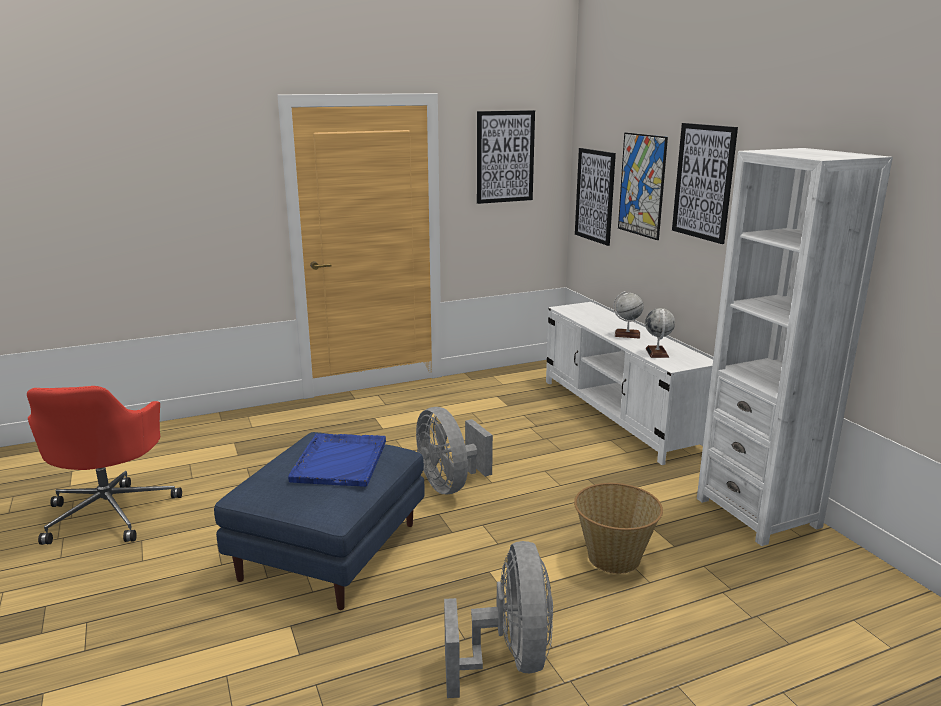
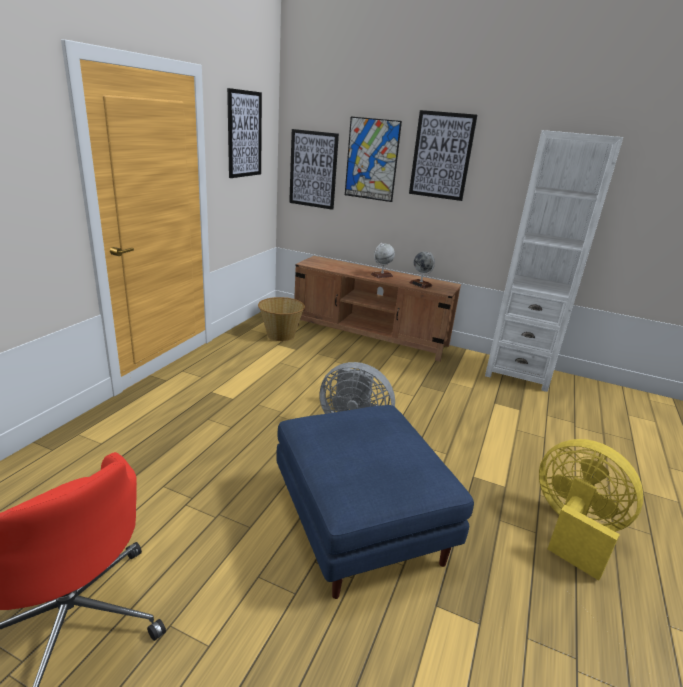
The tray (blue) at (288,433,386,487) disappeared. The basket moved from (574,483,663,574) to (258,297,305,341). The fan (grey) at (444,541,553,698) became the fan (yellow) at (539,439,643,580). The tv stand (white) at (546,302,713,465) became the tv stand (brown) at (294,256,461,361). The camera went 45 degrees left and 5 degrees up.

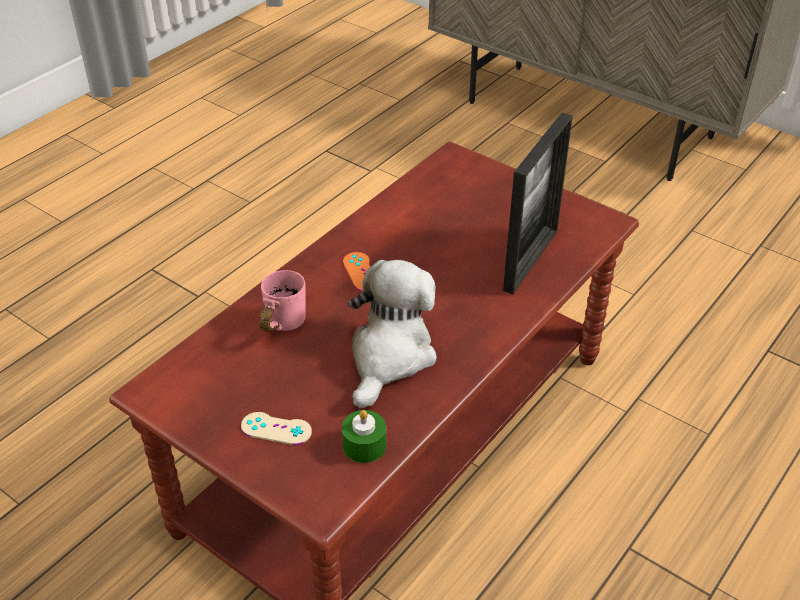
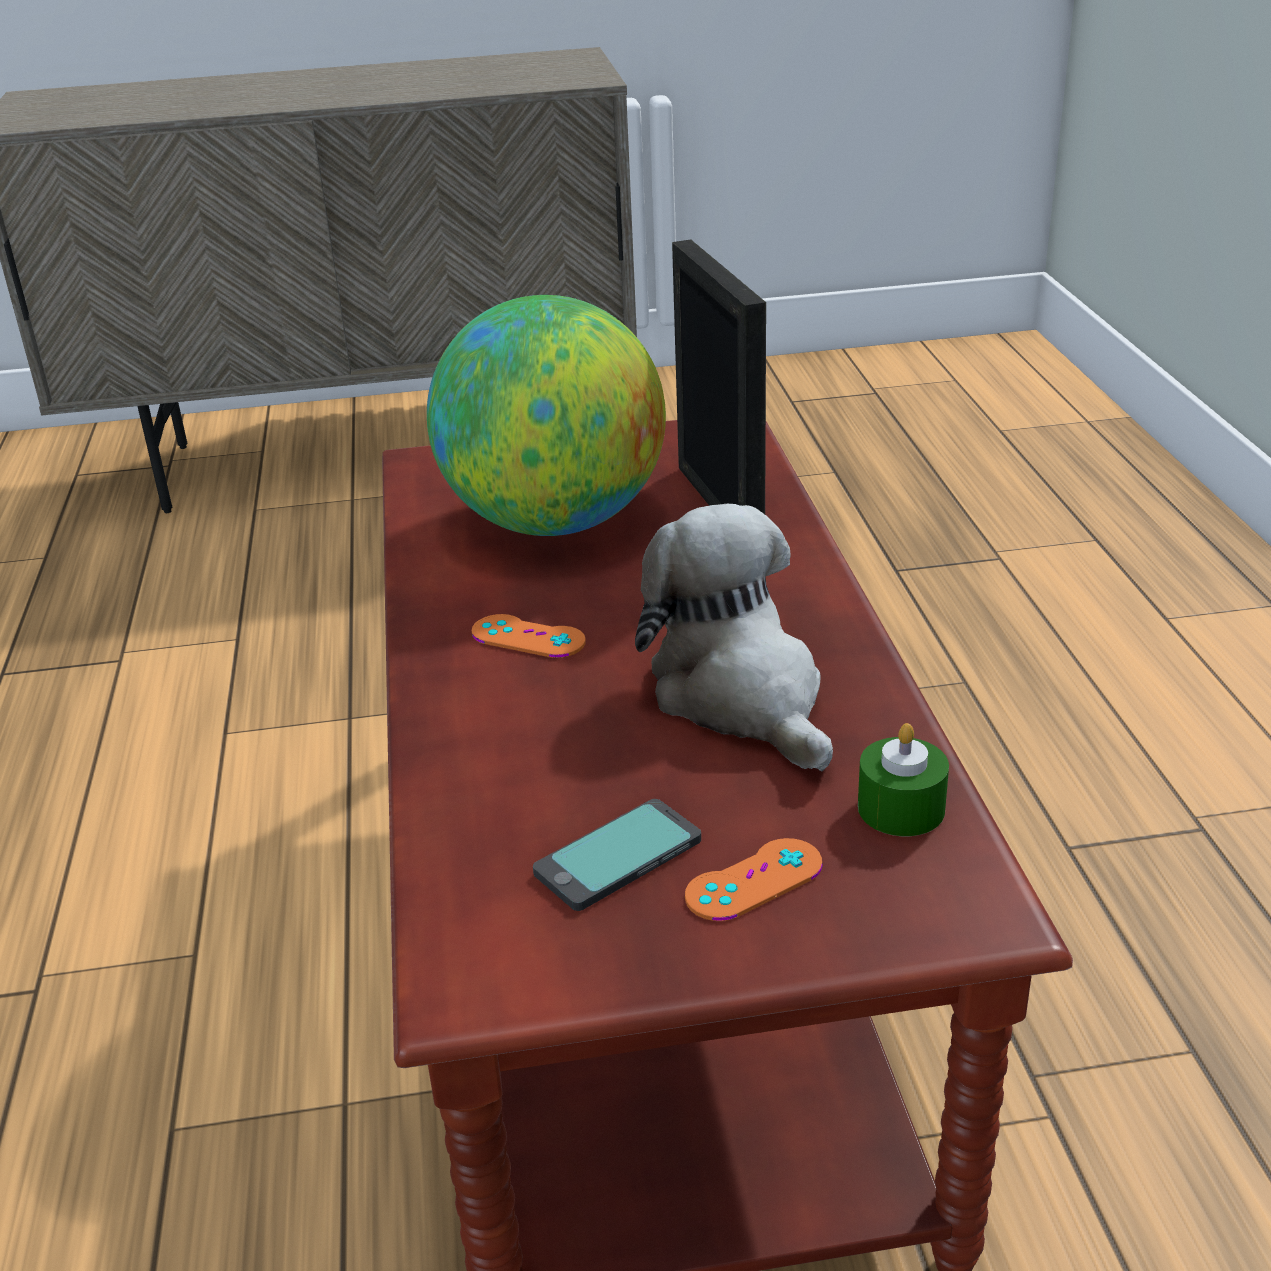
The mug (pink) at (259,270,306,332) disappeared. The globe at (427,295,666,536) appeared. The phone at (533,799,701,911) appeared. The game controller (beige) at (241,412,312,445) became the game controller (orange) at (685,838,823,921). The camera went 45 degrees left and 10 degrees down.

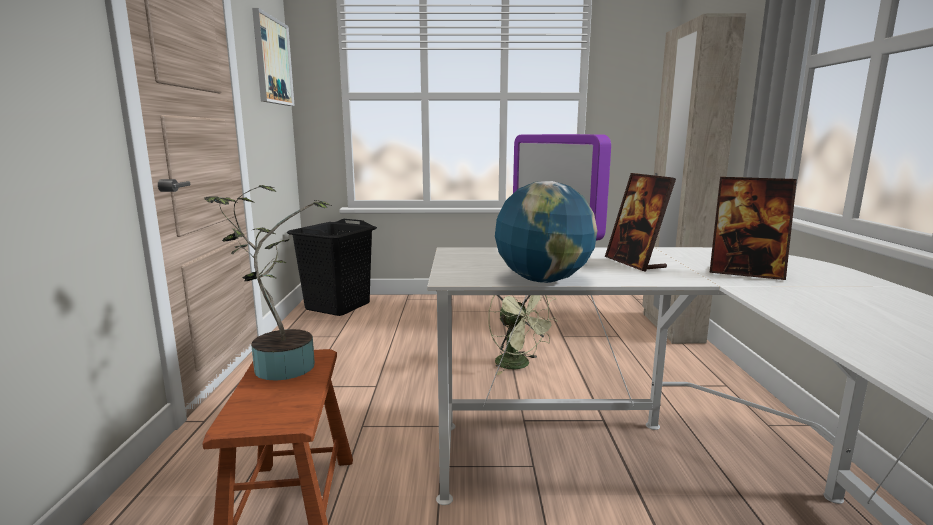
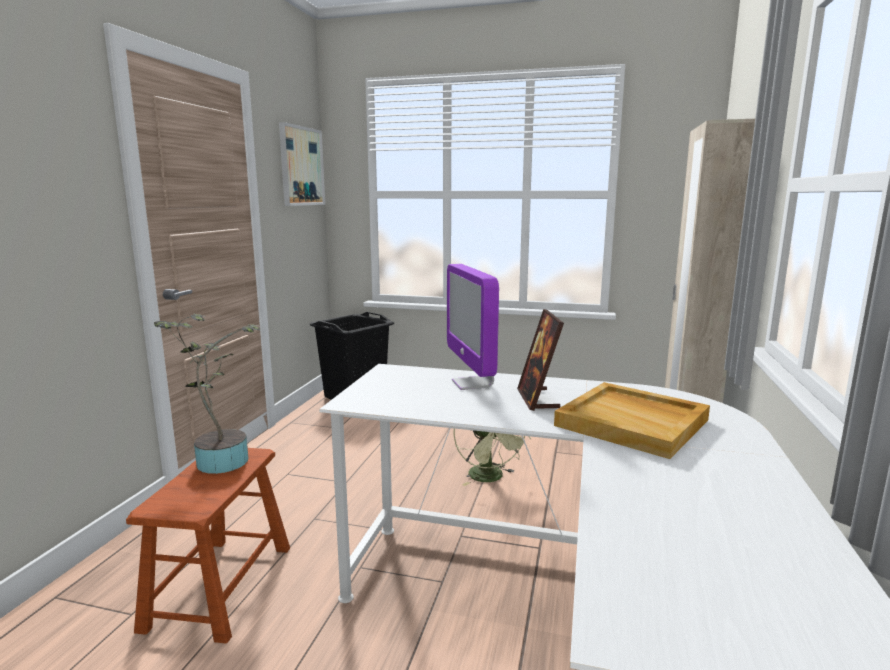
The globe at (495,181,597,283) disappeared. The picture frame at (709,177,797,280) was replaced by the tray (beige) at (554,382,710,459). The camera went 15 degrees right and 0 degrees up.

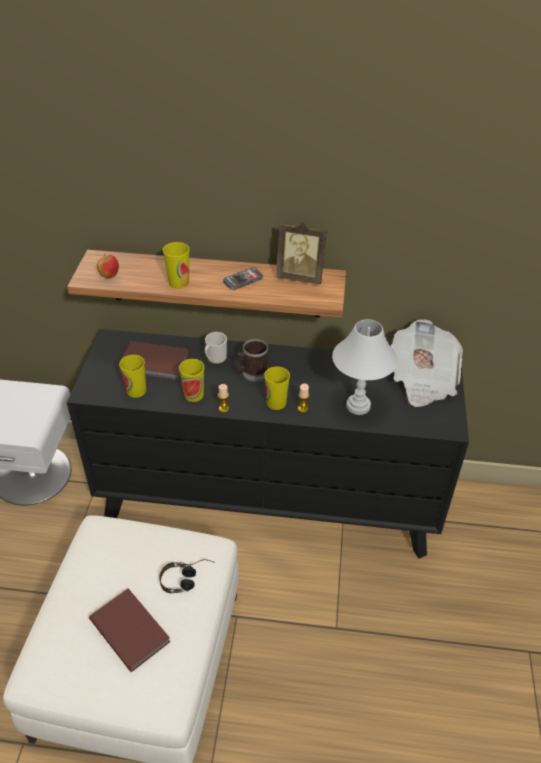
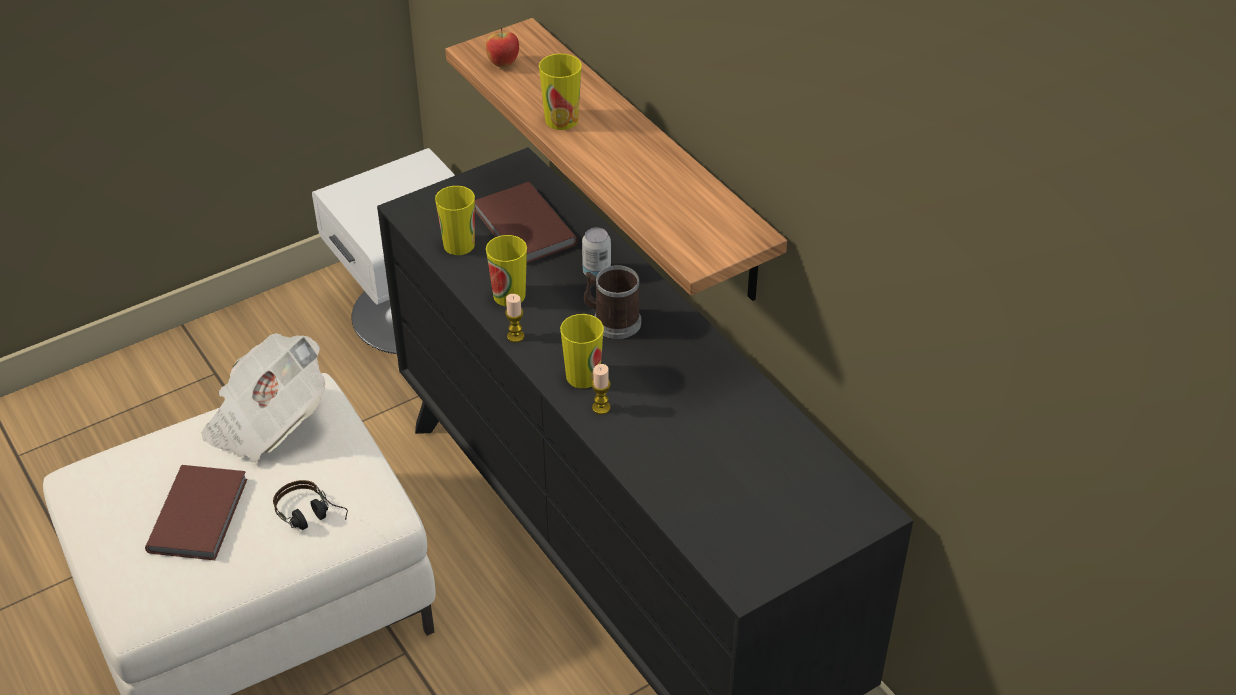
The phone at (223,268,263,290) disappeared. The picture frame at (276,221,327,284) disappeared. The table lamp (white) at (332,319,398,415) disappeared. The newspaper moved from (391,319,463,407) to (202,333,325,463). The mug at (205,332,227,364) was replaced by the can at (582,228,611,276). The camera went 50 degrees right and 0 degrees up.

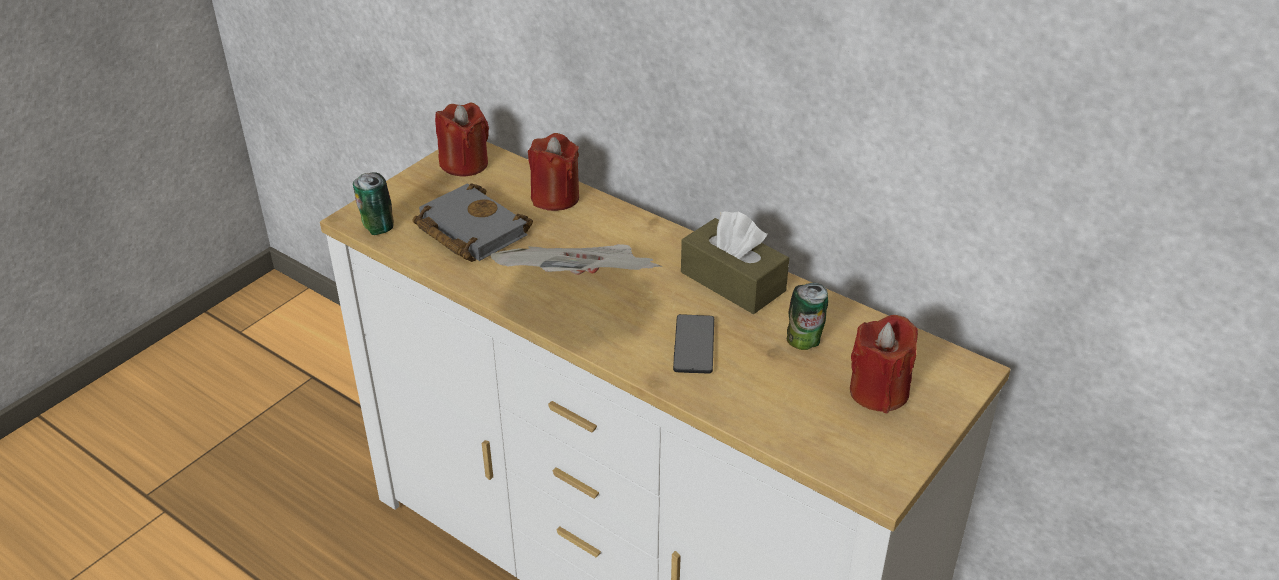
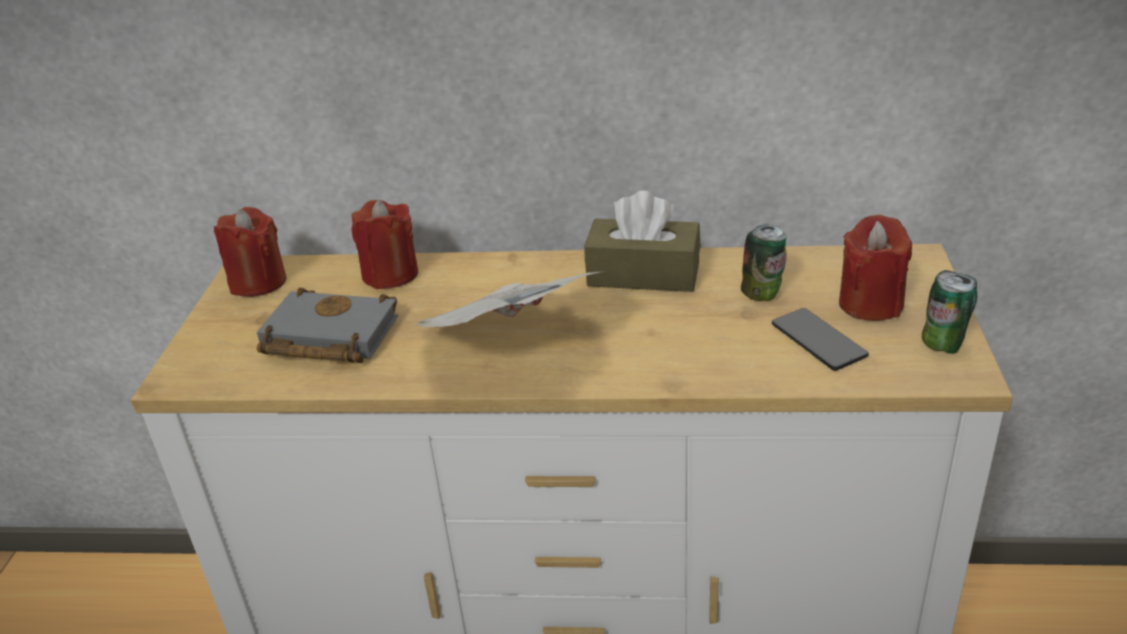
The can moved from (353,172,394,235) to (922,270,977,354). The phone moved from (673,314,714,374) to (772,308,869,371). The camera went 30 degrees left and 5 degrees down.

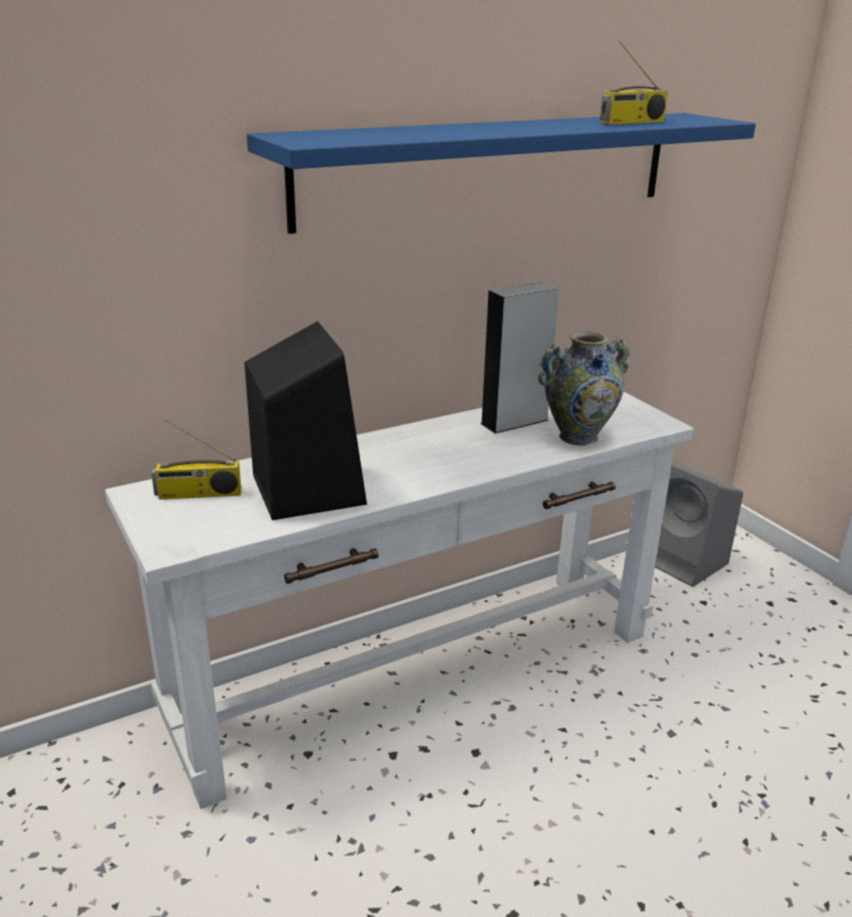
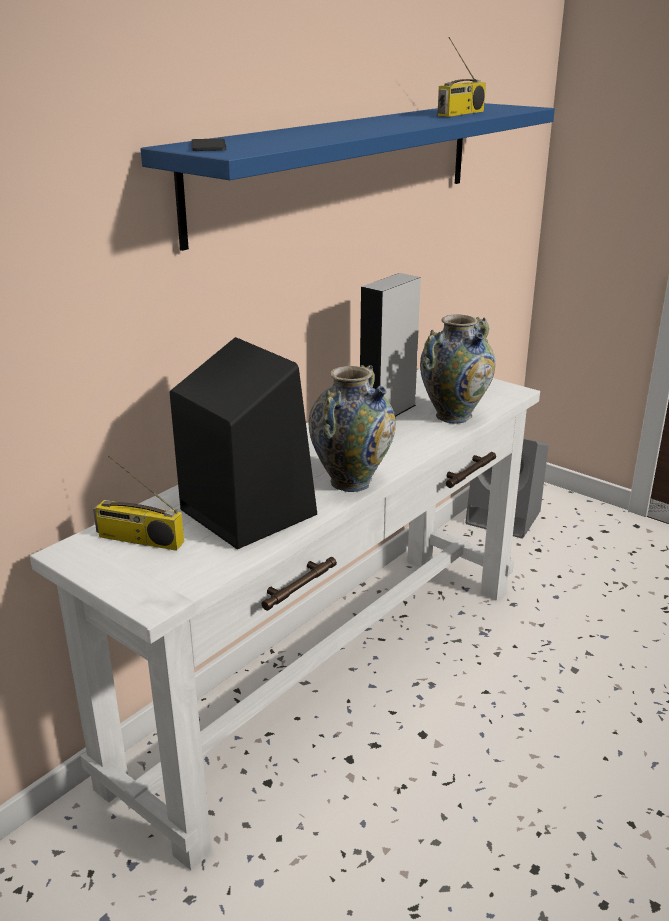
The phone at (191,139,226,151) appeared. The vase at (309,365,396,492) appeared. The radio at (151,419,241,499) turned 45 degrees clockwise. The camera went 20 degrees left and 0 degrees up.

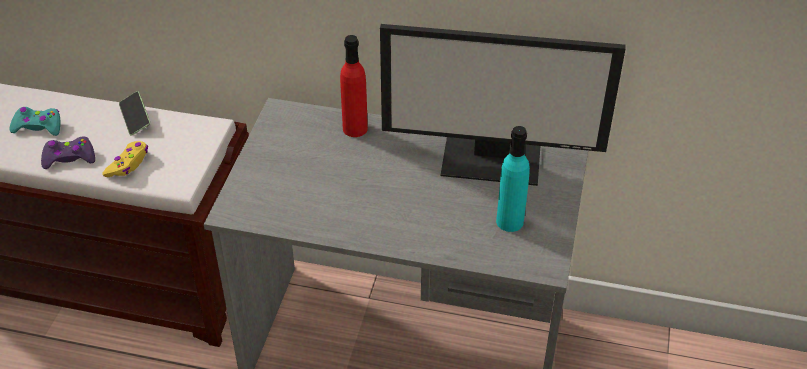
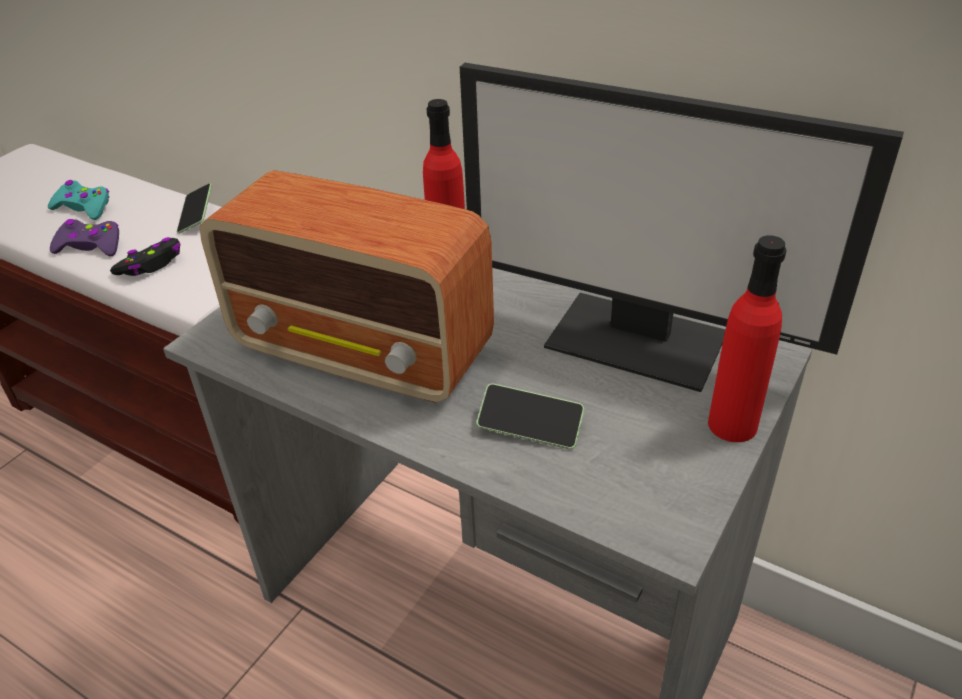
The bottle (turquoise) at (496,126,530,232) disappeared. The radio at (200,170,494,403) appeared. The phone at (477,384,584,449) appeared. The bottle (red) at (708,235,786,442) appeared. The game controller (yellow) at (102,141,148,177) became the game controller (black) at (110,237,181,276). The camera went 20 degrees right and 5 degrees down.

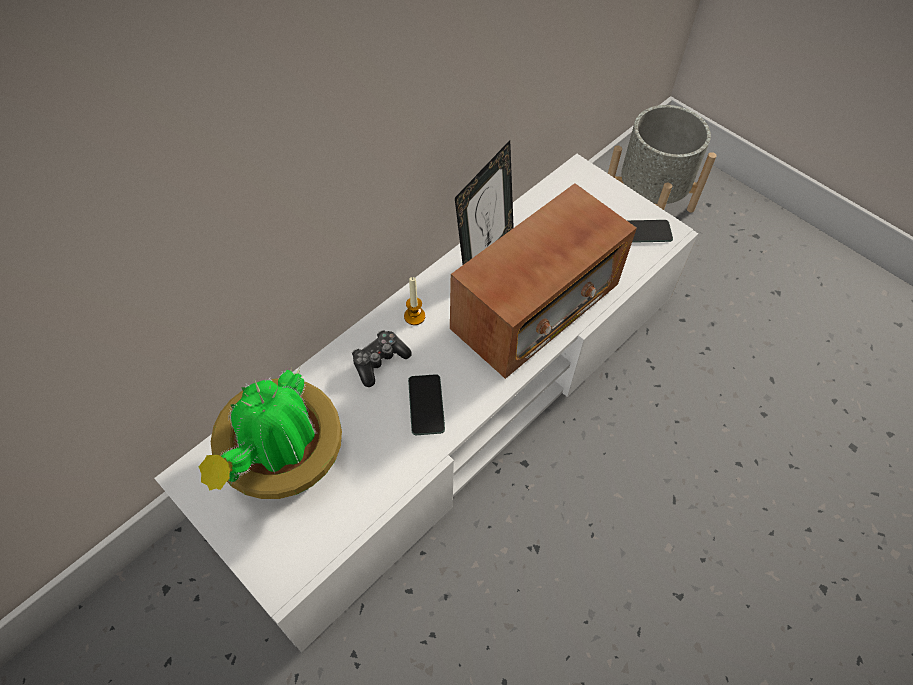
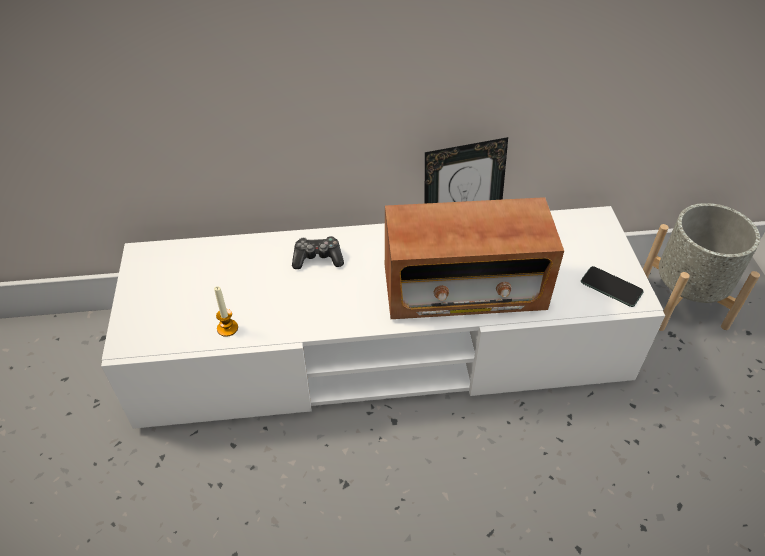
The potted plant at (198,367,342,499) disappeared. The phone at (408,374,445,435) disappeared. The candle moved from (404,277,426,325) to (214,286,238,337). The camera went 40 degrees right and 10 degrees down.

